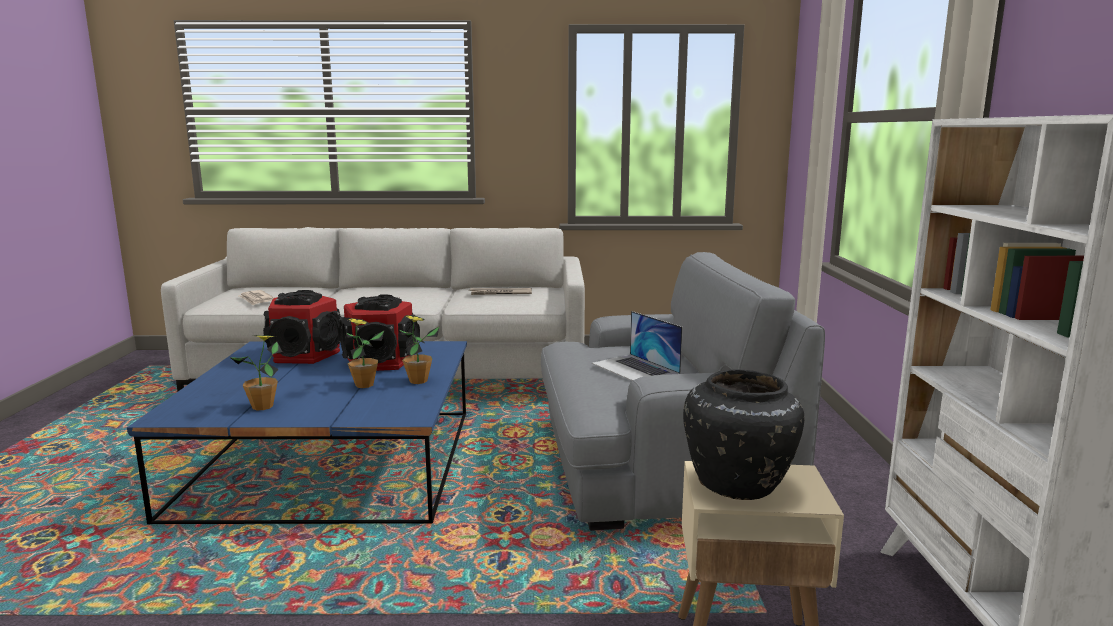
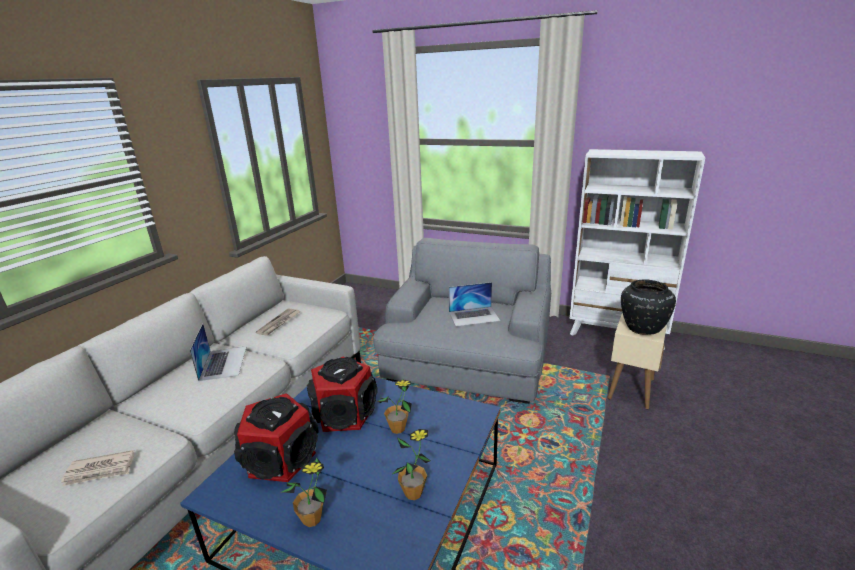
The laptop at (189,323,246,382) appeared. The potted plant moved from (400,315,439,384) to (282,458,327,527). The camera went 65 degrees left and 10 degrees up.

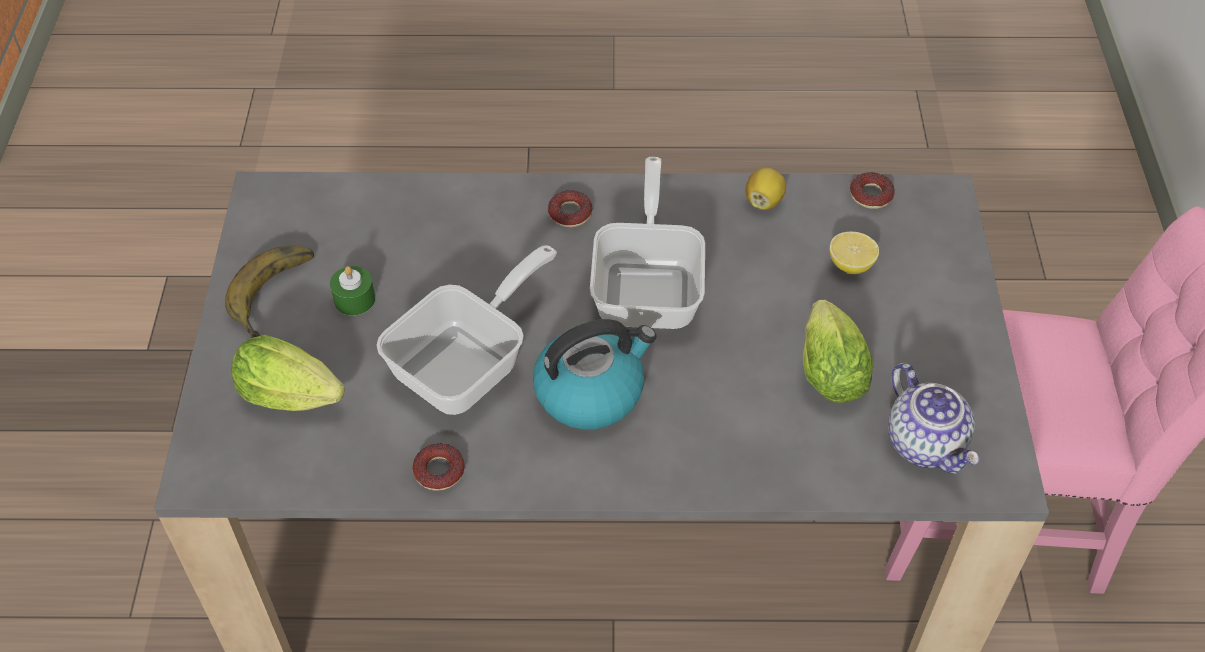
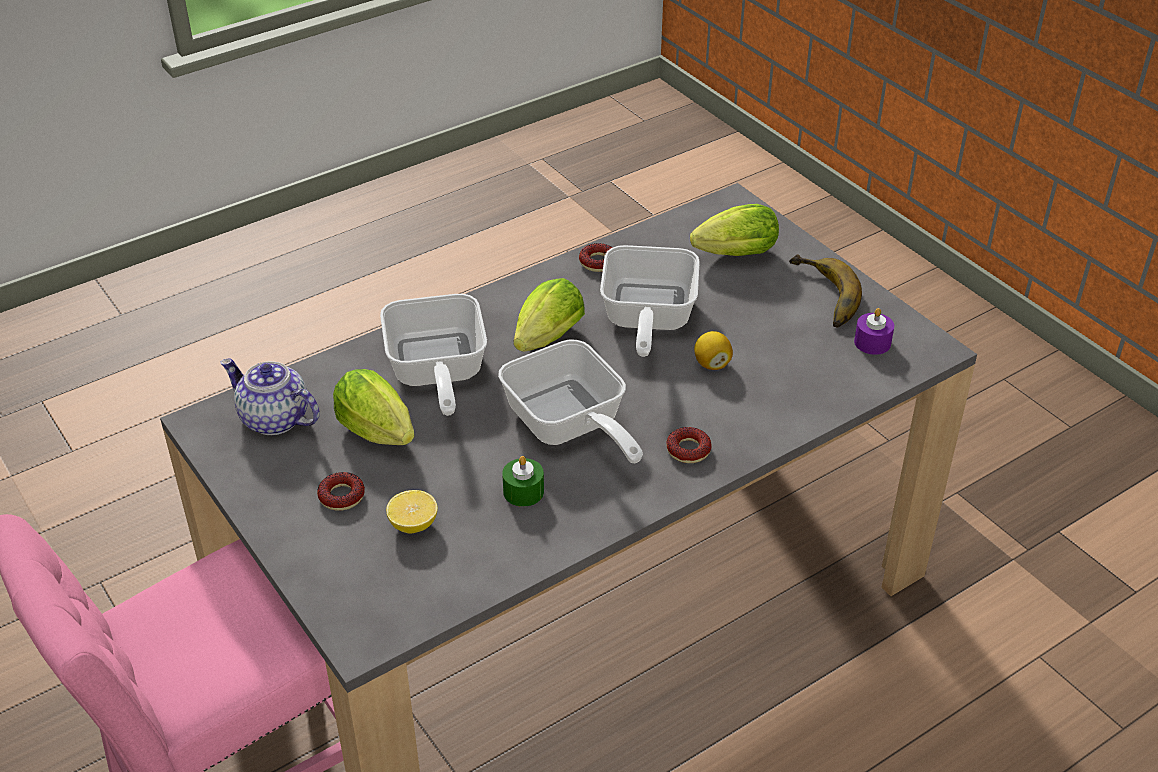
The frying pan at (380,294,487,416) appeared. The candle (purple) at (854,308,894,355) appeared. The candle (green) moved from (330,266,375,316) to (502,456,544,507). The lemon moved from (746,168,786,210) to (694,331,733,370). The donut moved from (850,172,895,209) to (317,472,365,511). The kettle at (533,319,657,430) was replaced by the lettuce at (514,278,585,352). The camera went 145 degrees right and 10 degrees down.

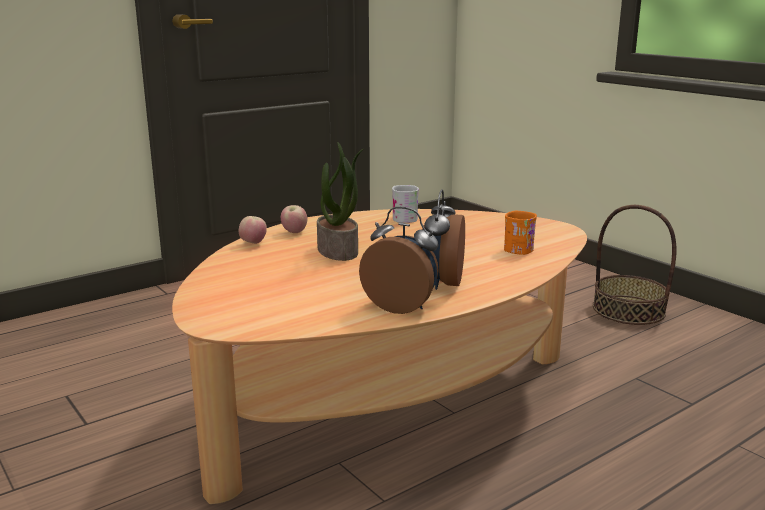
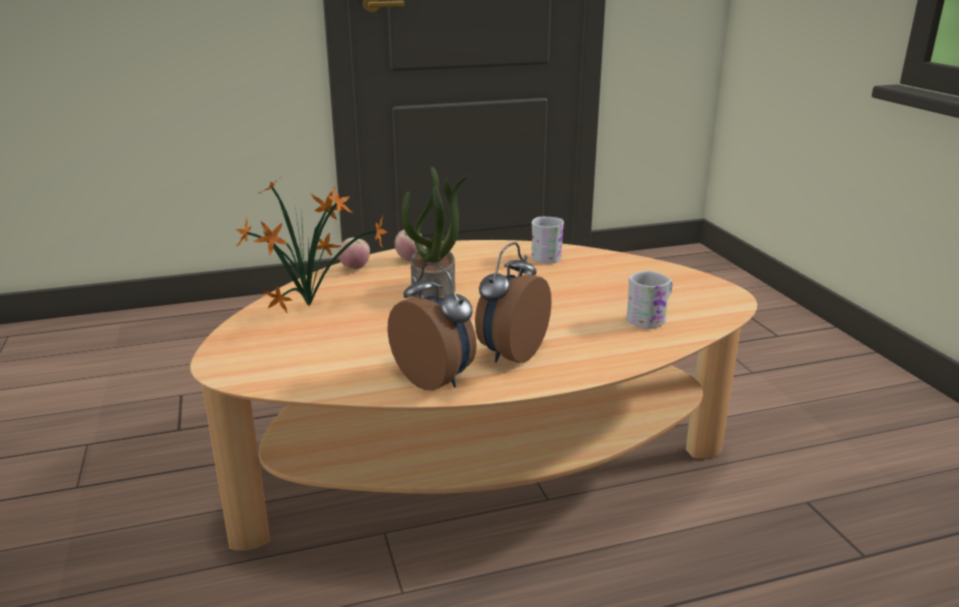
The basket at (593,205,677,325) disappeared. The potted plant at (236,177,387,313) appeared. The mug (orange) at (504,211,537,255) became the mug (white) at (626,271,673,329). The camera went 20 degrees right and 5 degrees up.

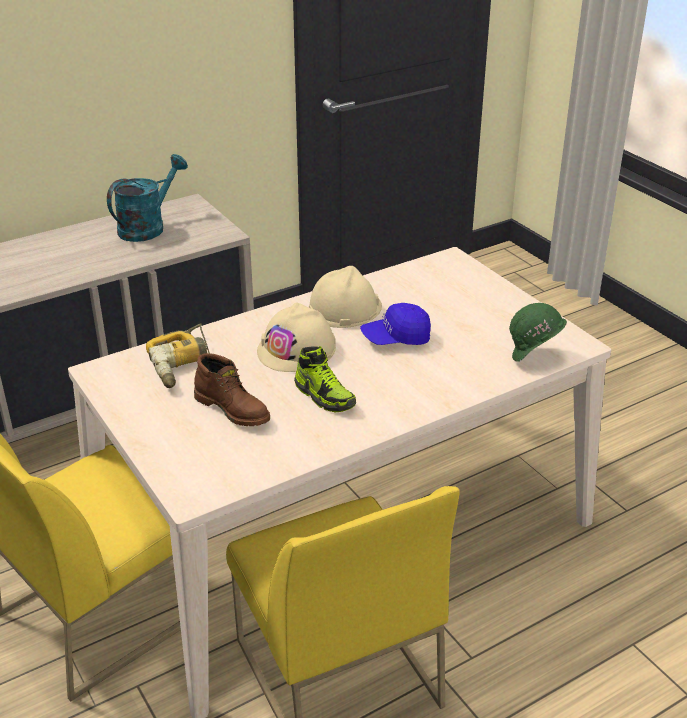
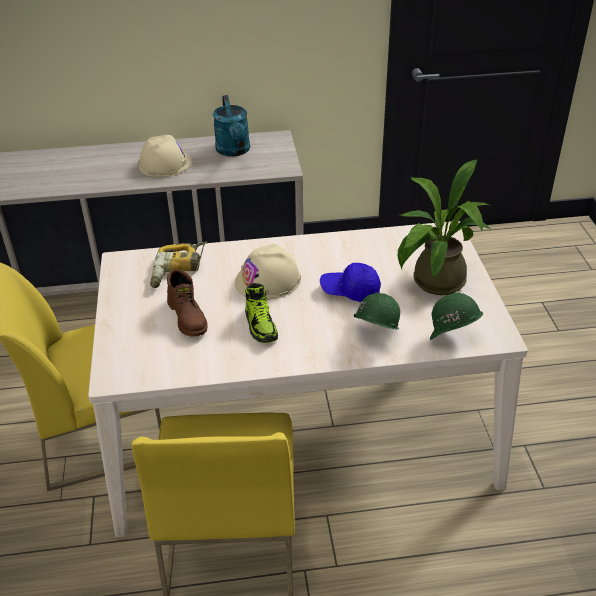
The hard hat (green) at (354,292,400,330) appeared. The potted plant at (398,159,491,295) appeared. The hard hat (beige) moved from (309,266,382,328) to (138,135,193,177). The watering can (turquoise) at (107,154,188,242) turned 105 degrees clockwise. The camera went 25 degrees right and 5 degrees up.

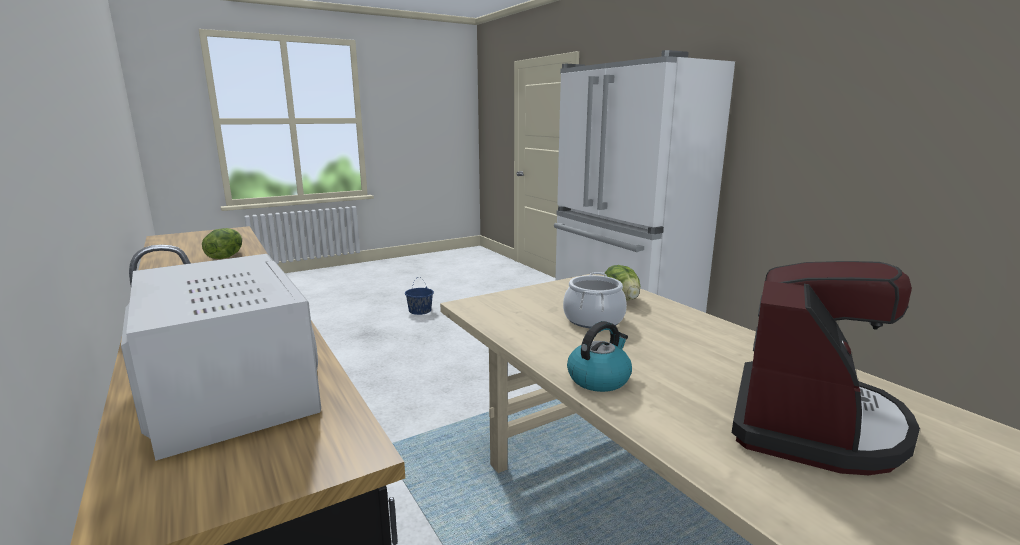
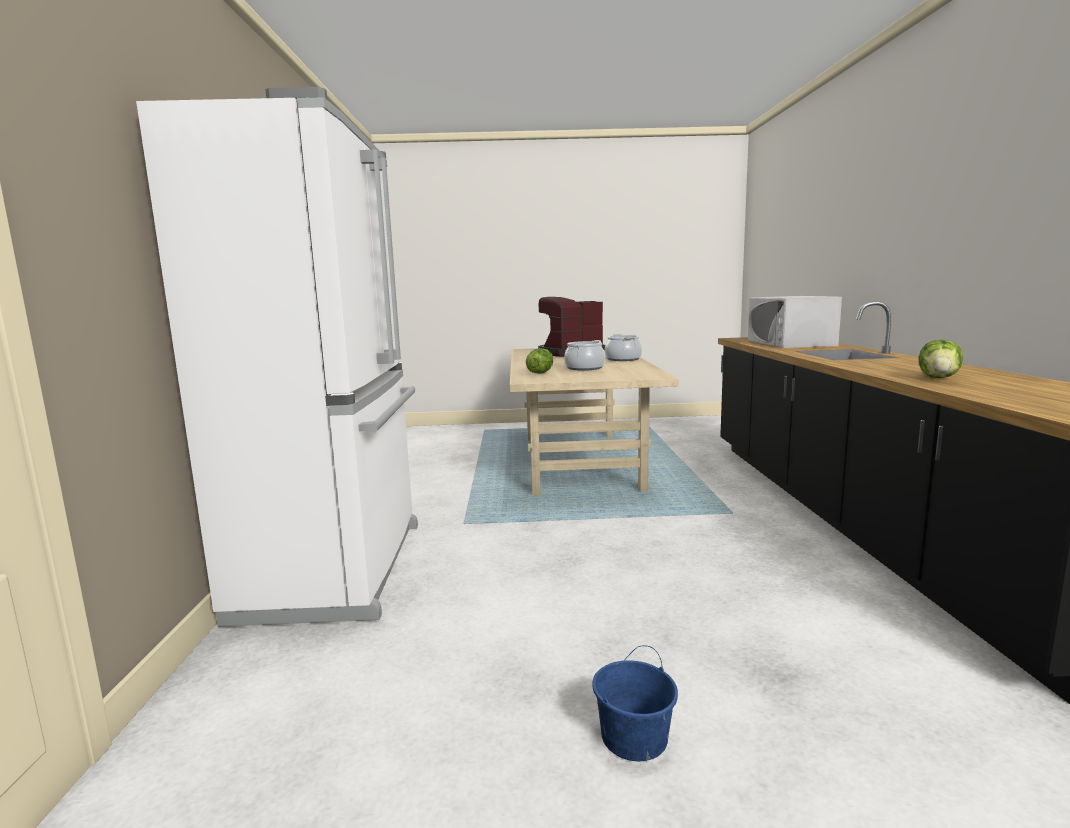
The kettle at (567,321,632,392) was replaced by the cooking pot at (605,334,642,361). The camera went 150 degrees left and 5 degrees down.

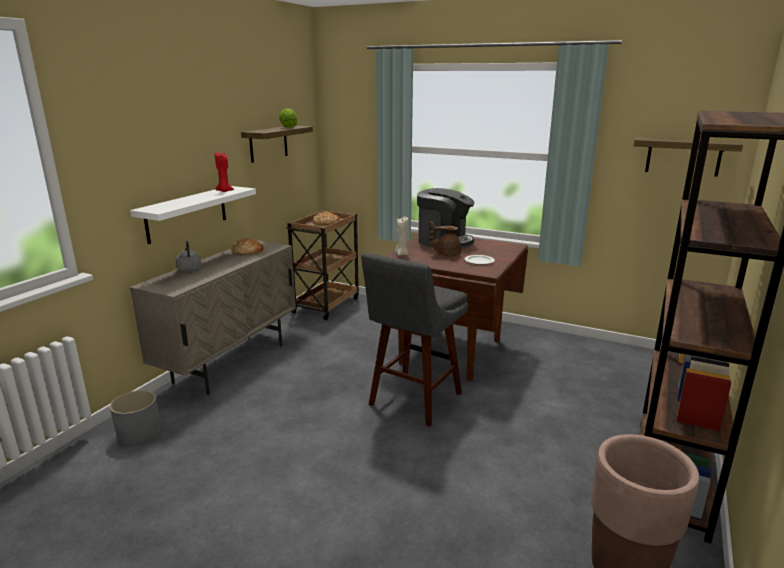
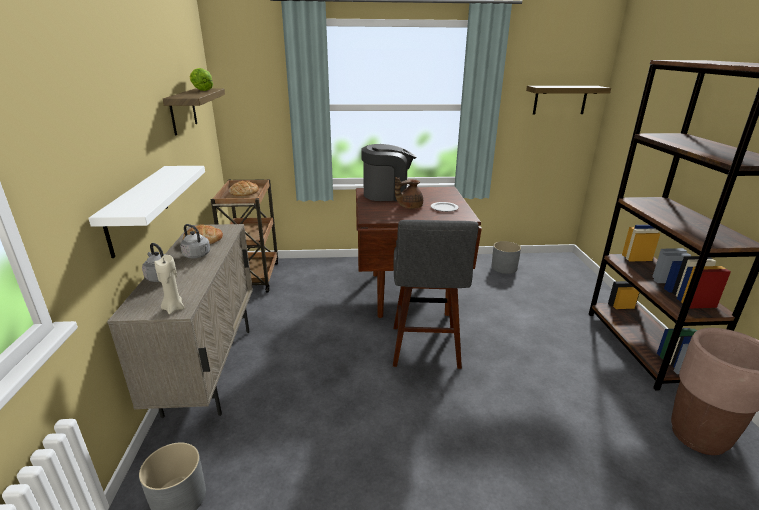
The candle (red) at (215,152,234,192) disappeared. The kettle (grey) at (180,224,210,258) appeared. The planter (grey) at (491,241,521,274) appeared. The candle (beige) moved from (394,217,408,256) to (154,255,185,314). The camera went 30 degrees left and 5 degrees up.

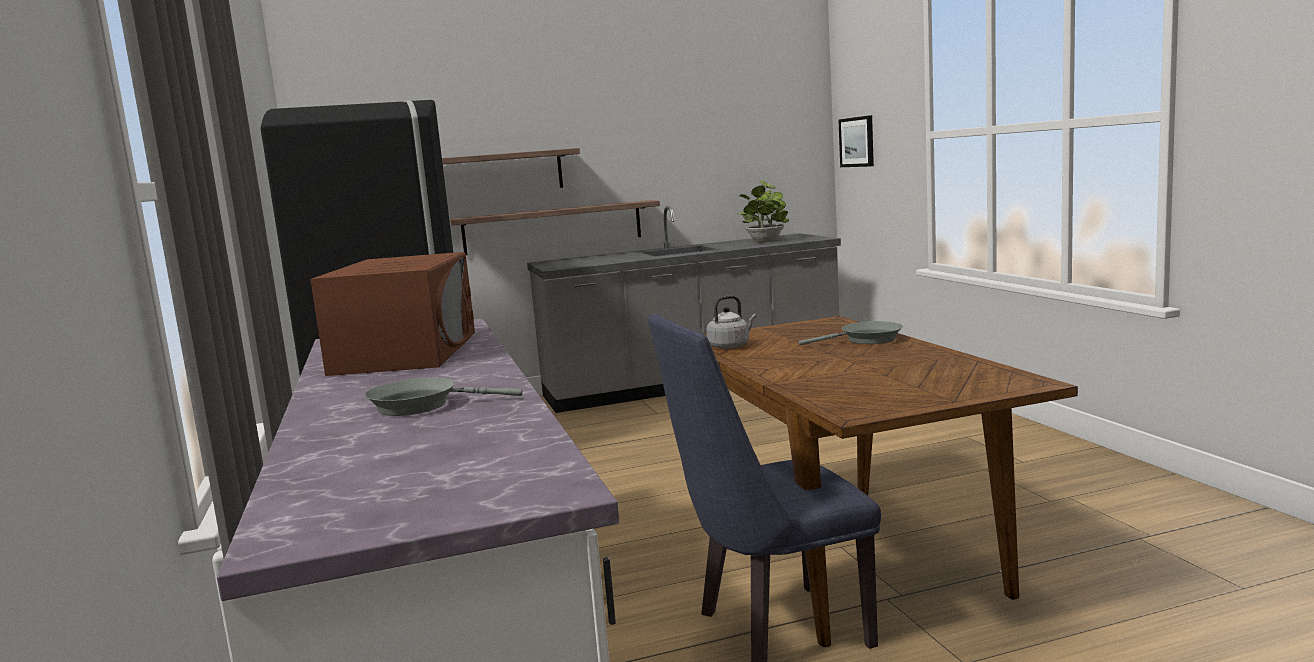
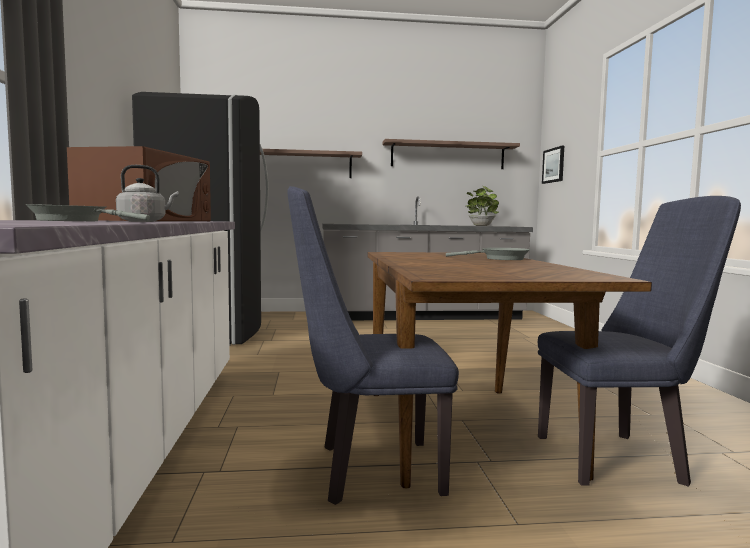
The chair (blue) at (538,196,741,486) appeared. The shelf moved from (450,200,660,255) to (382,139,520,169). The kettle (grey) moved from (707,295,756,349) to (116,165,179,222). The camera went 10 degrees right and 5 degrees down.

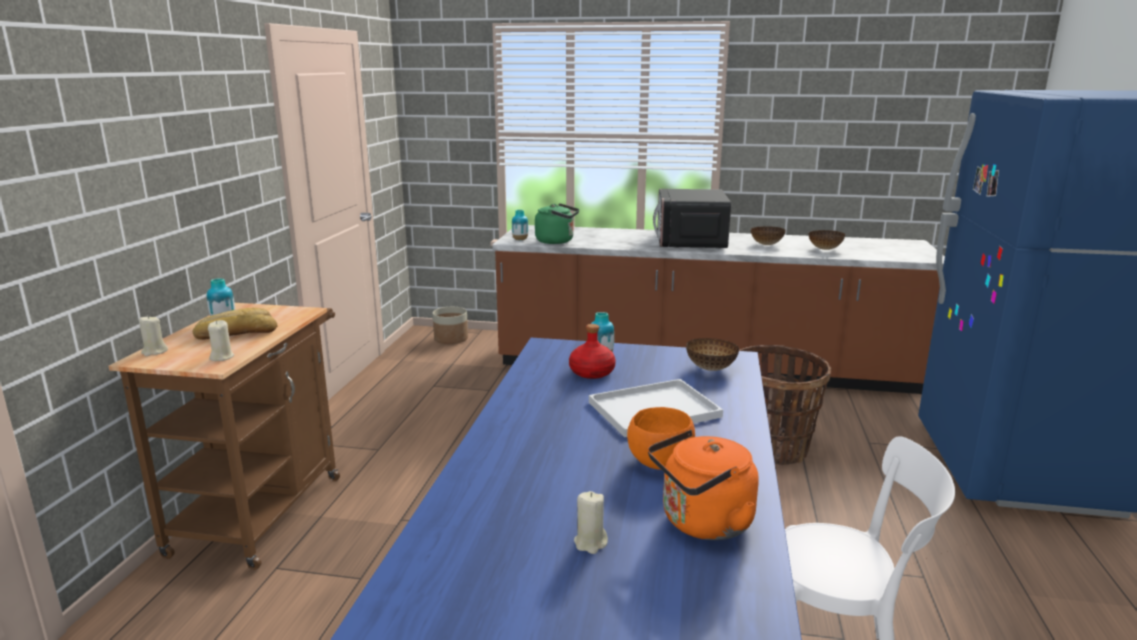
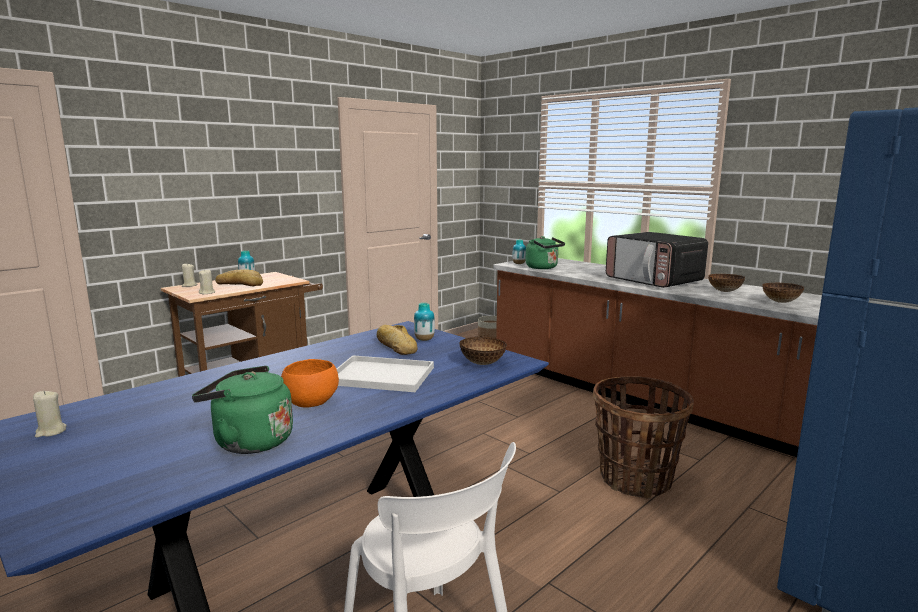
The candle (beige) moved from (574,491,608,554) to (33,390,67,437). The bottle (red) at (569,324,616,379) was replaced by the bread at (377,325,417,355). The kettle (orange) at (648,430,759,540) became the kettle (green) at (192,366,293,454). The microwave at (653,189,731,249) turned 75 degrees counterclockwise. The camera went 35 degrees right and 5 degrees down.

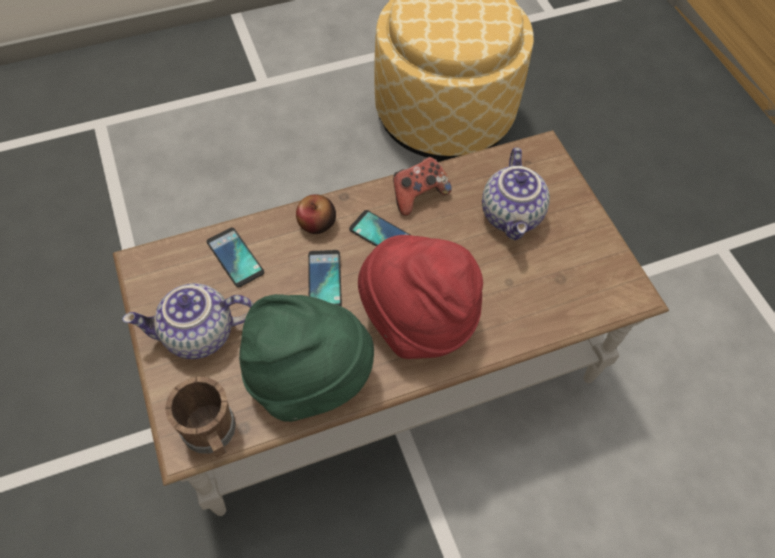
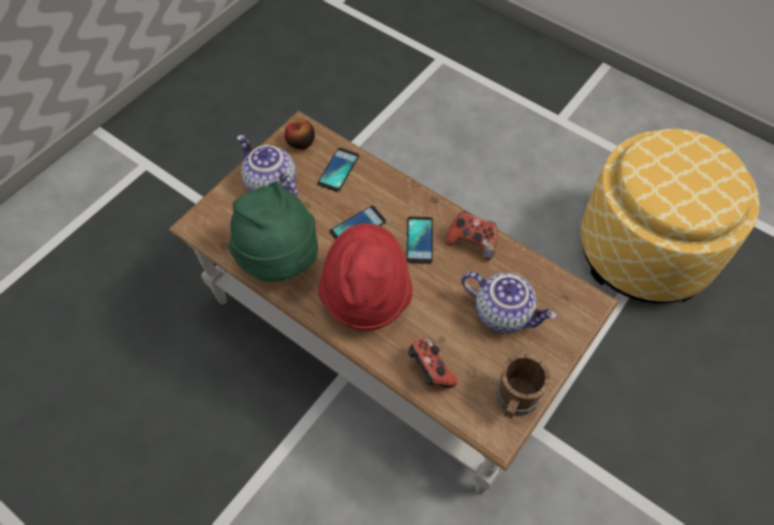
The game controller at (408,337,457,388) appeared. The mug (brown) moved from (165,376,236,457) to (496,353,550,419). The apple moved from (296,194,336,234) to (285,119,315,149). The teapot at (482,148,550,240) turned 120 degrees counterclockwise. The camera went 60 degrees right and 0 degrees up.

